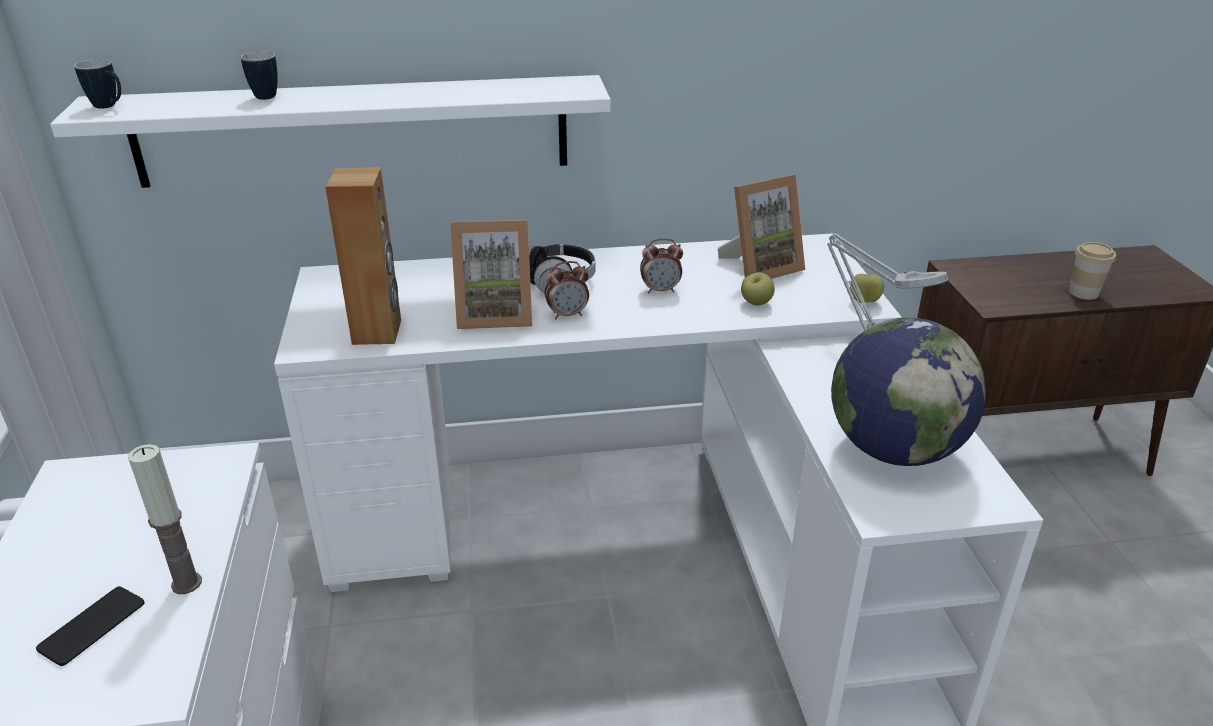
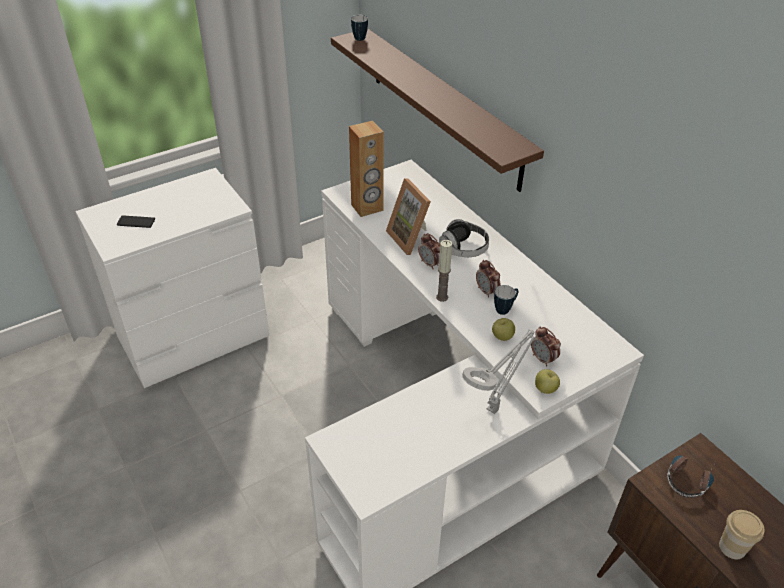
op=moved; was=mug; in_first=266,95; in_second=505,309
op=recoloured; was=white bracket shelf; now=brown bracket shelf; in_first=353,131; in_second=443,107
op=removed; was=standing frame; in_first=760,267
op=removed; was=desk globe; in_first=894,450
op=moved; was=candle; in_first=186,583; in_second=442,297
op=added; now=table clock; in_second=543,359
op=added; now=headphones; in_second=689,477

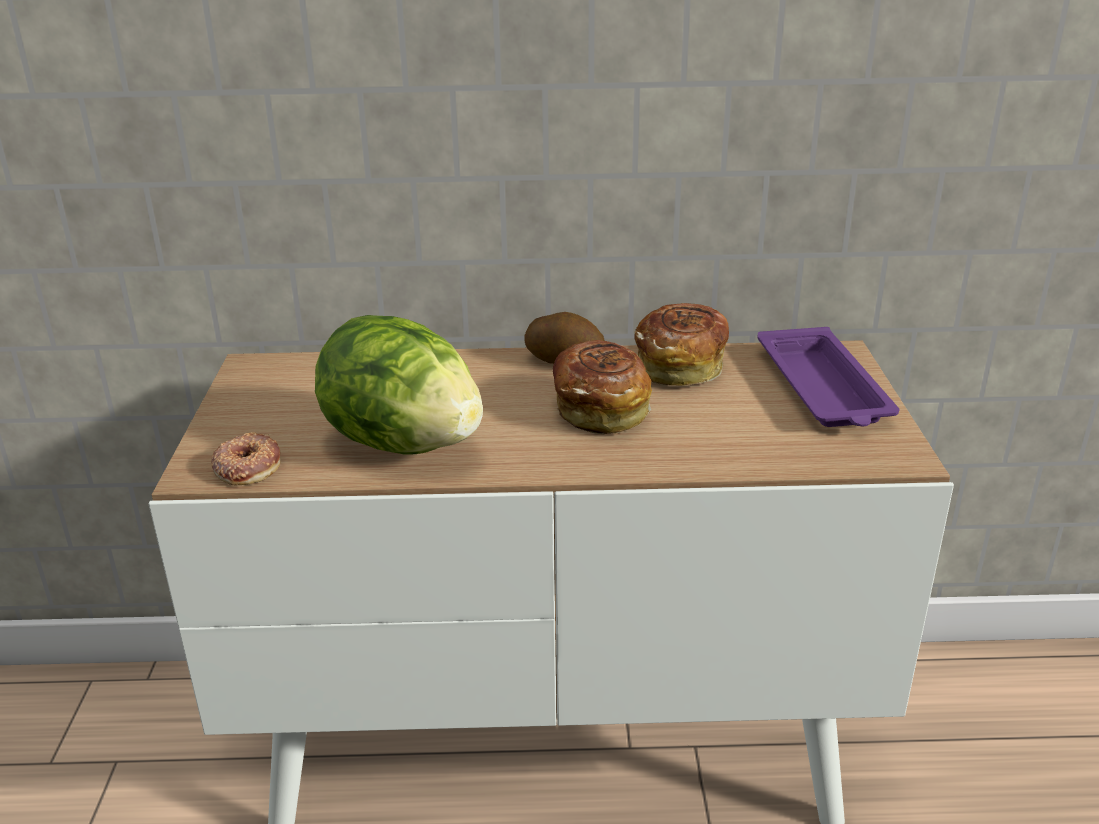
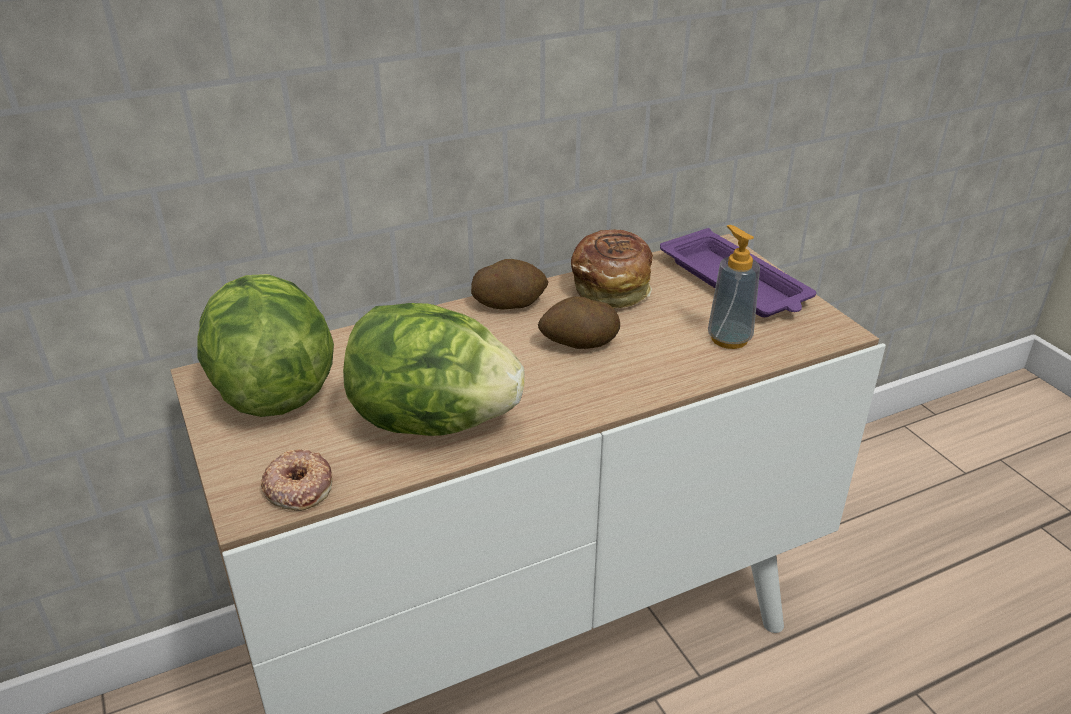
op=replaced; was=baked bread; now=whole potato; in_first=601,409; in_second=579,344
op=added; now=soap dispenser; in_second=729,338
op=added; now=head of lettuce; in_second=272,390

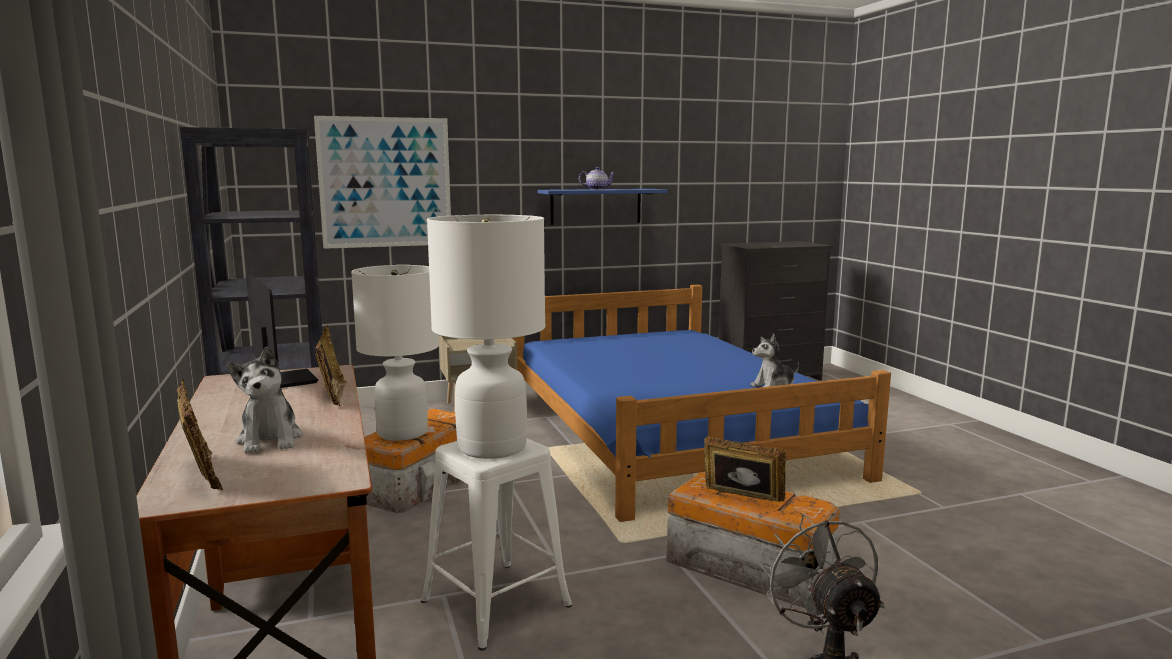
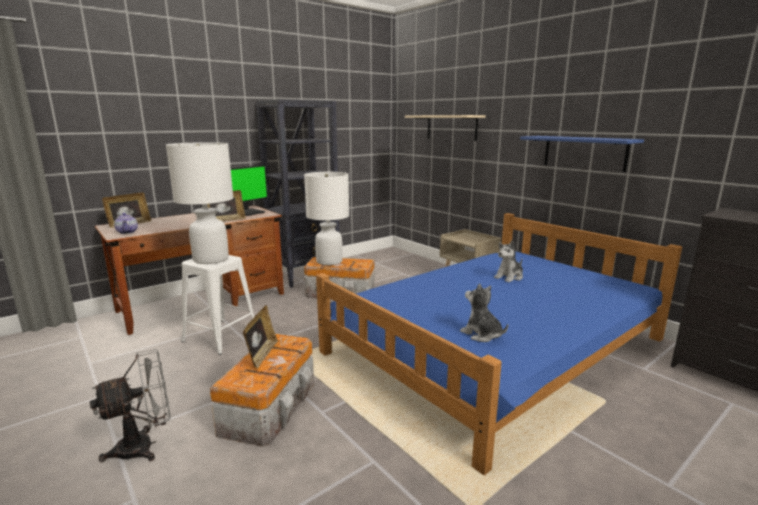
op=replaced; was=wall picture; now=beige bracket shelf; in_first=385,182; in_second=451,127
op=moved; was=pot for tea; in_first=597,189; in_second=128,232
op=moved; was=soft toy; in_first=270,440; in_second=509,277

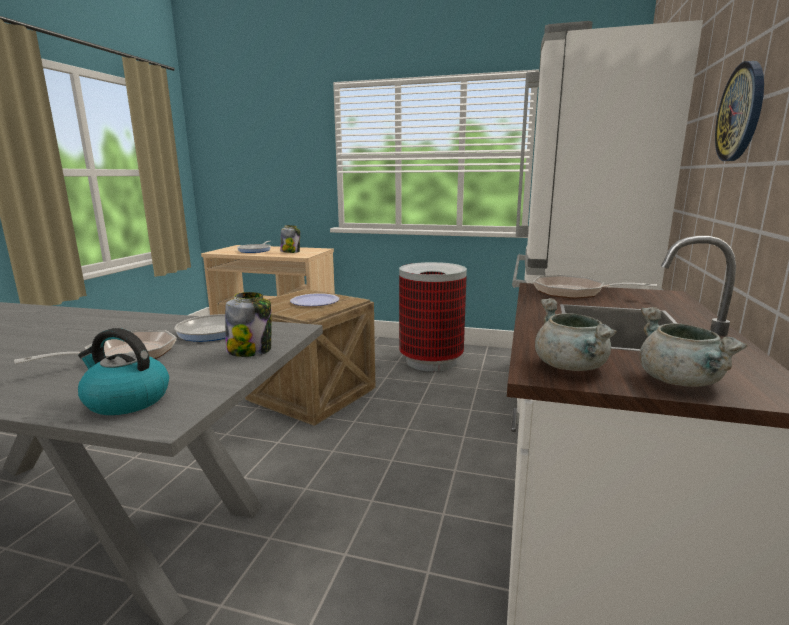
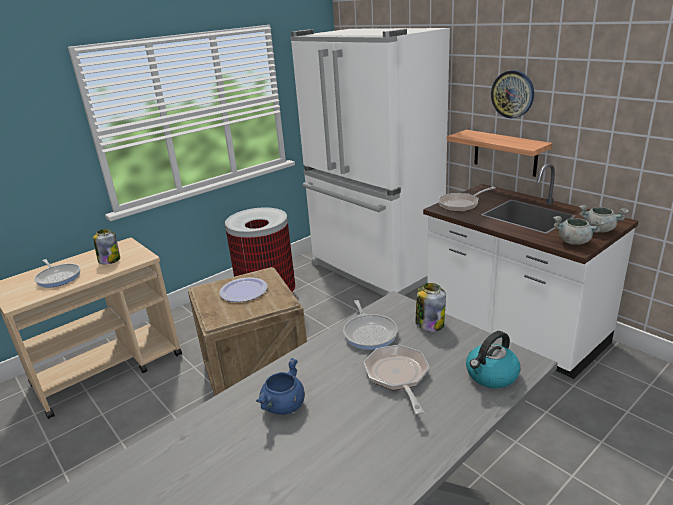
op=added; now=bracket shelf; in_second=505,153
op=added; now=blue-coloured stockpot; in_second=283,406

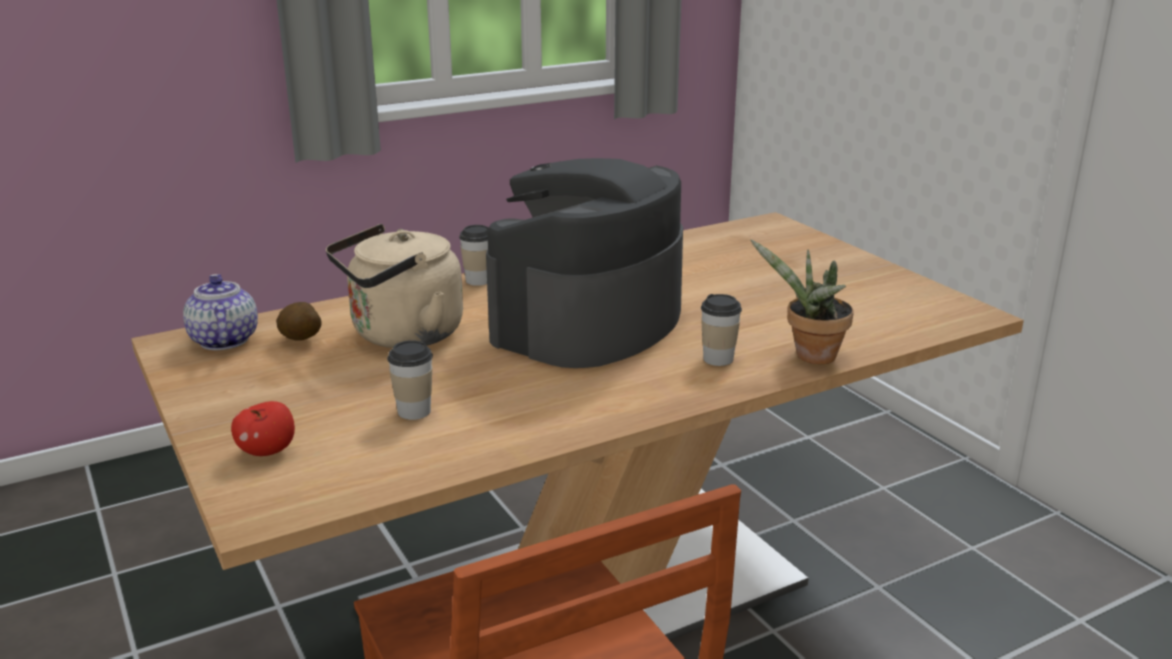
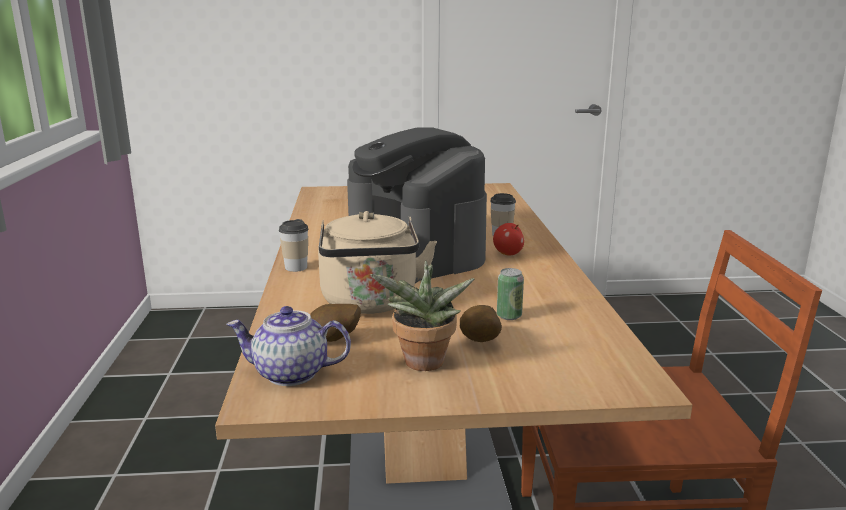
op=moved; was=potted plant; in_first=809,356; in_second=423,365
op=replaced; was=cup; now=can; in_first=414,411; in_second=509,316
op=moved; was=apple; in_first=267,451; in_second=508,254
op=added; now=whole potato; in_second=479,342

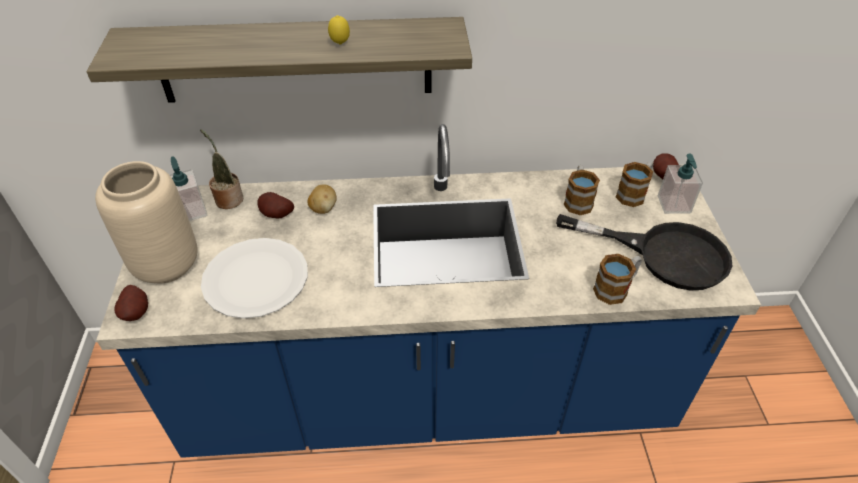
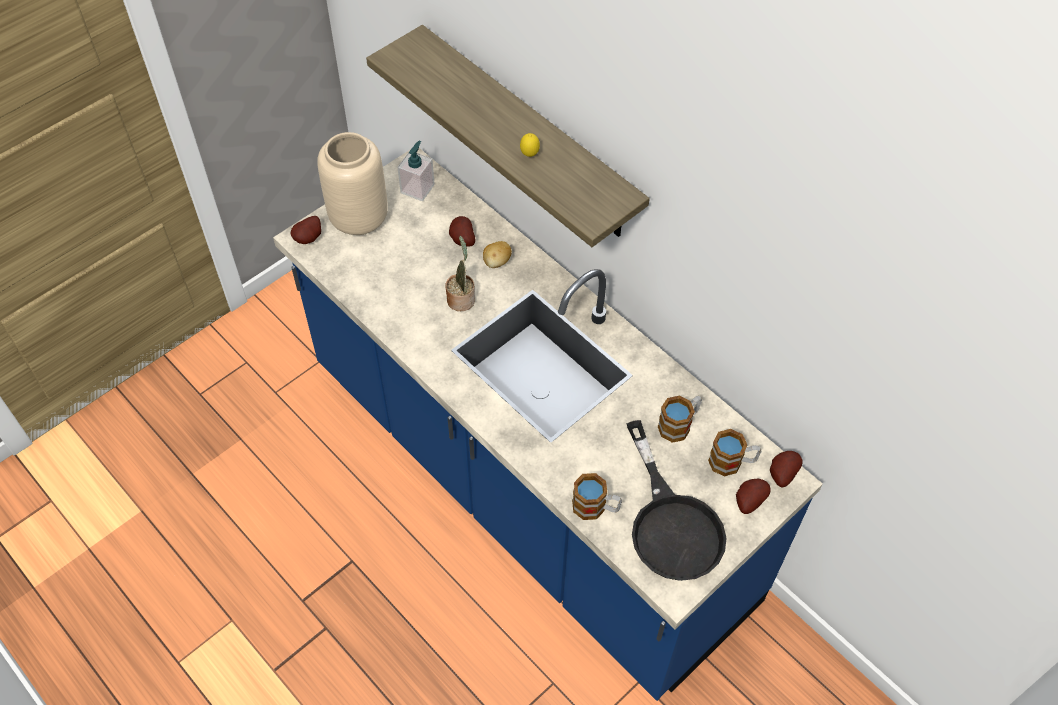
op=moved; was=potted plant; in_first=228,198; in_second=461,298
op=replaced; was=soap dispenser; now=whole potato; in_first=674,204; in_second=748,501
op=removed; was=white plate; in_first=255,279

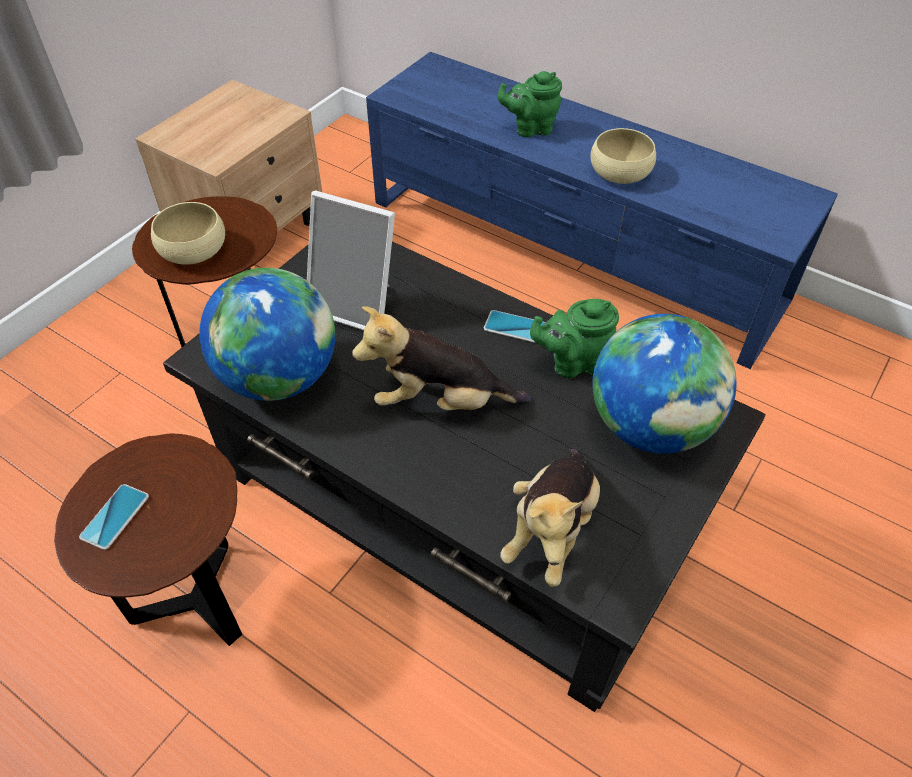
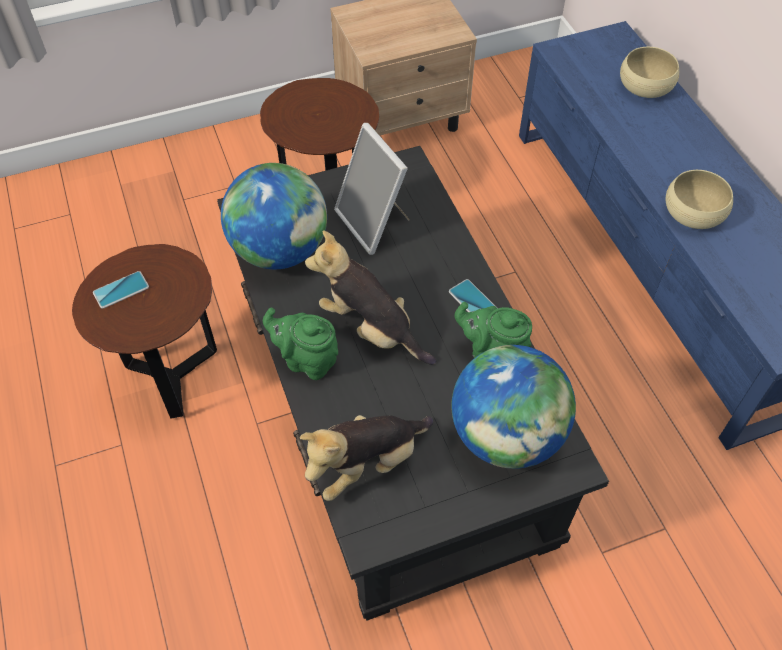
op=moved; was=greenish pot for tea; in_first=530,128; in_second=307,360
op=moved; was=beige serving bowl; in_first=193,250; in_second=645,86

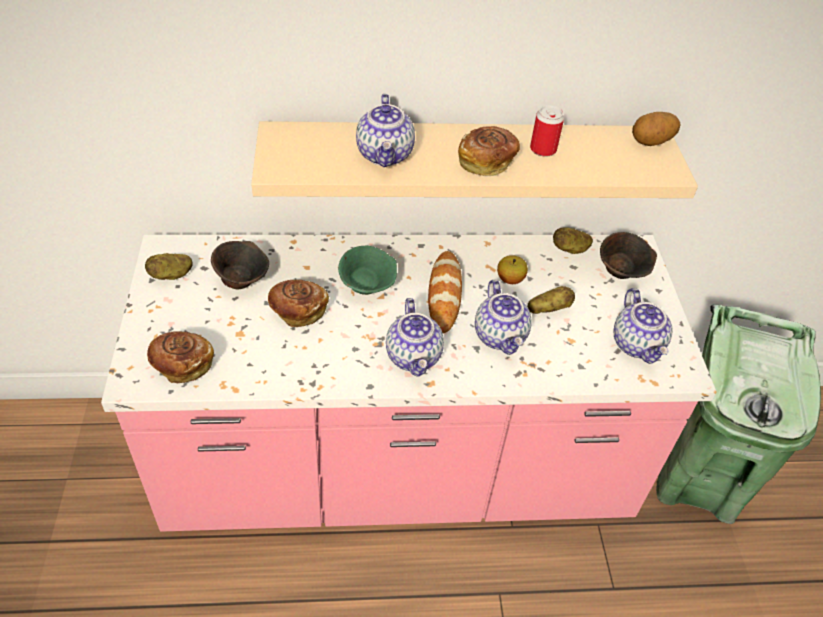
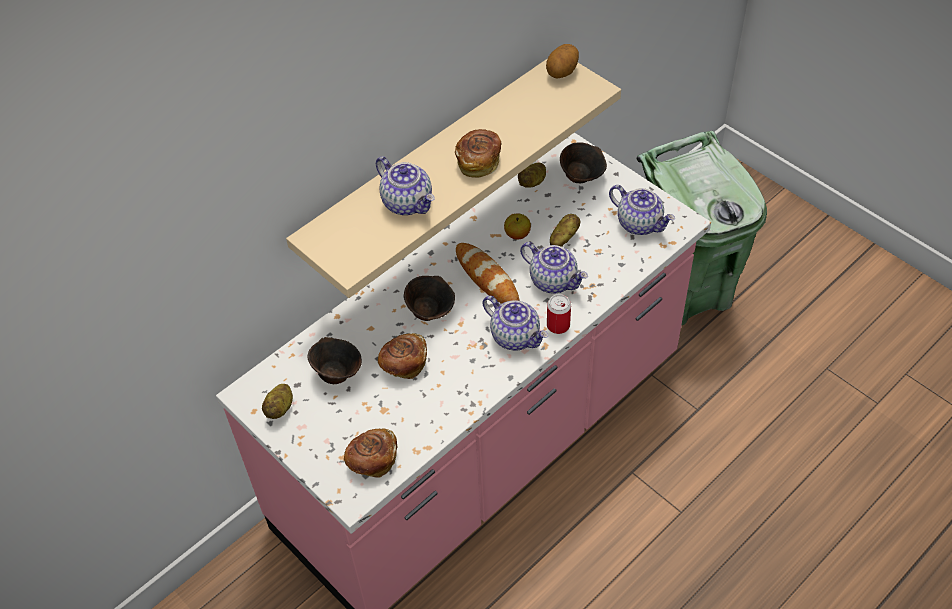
op=moved; was=can; in_first=543,149; in_second=558,325
op=recoloured; was=greenish serving bowl; now=brown serving bowl; in_first=367,287; in_second=430,311

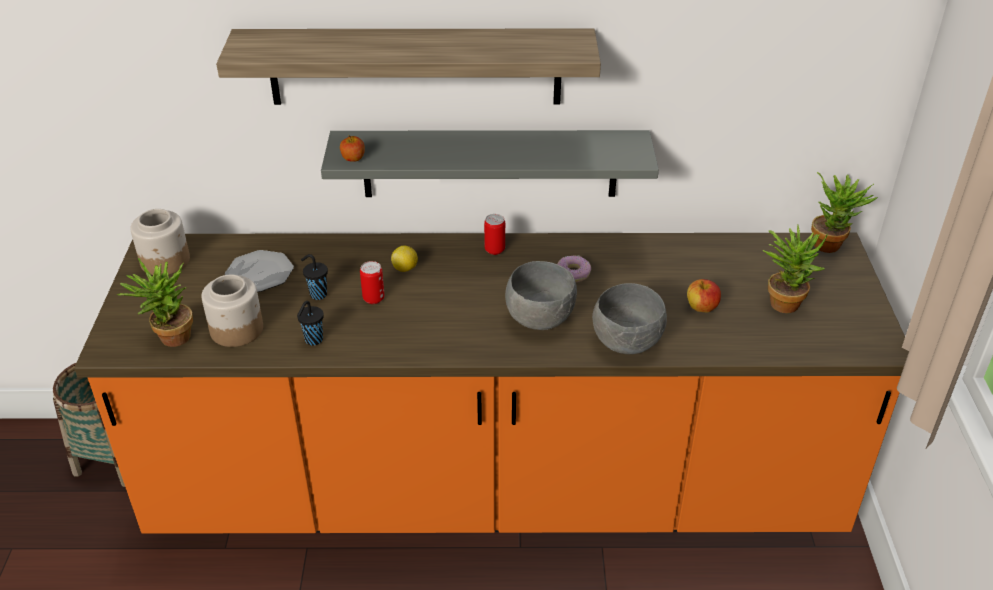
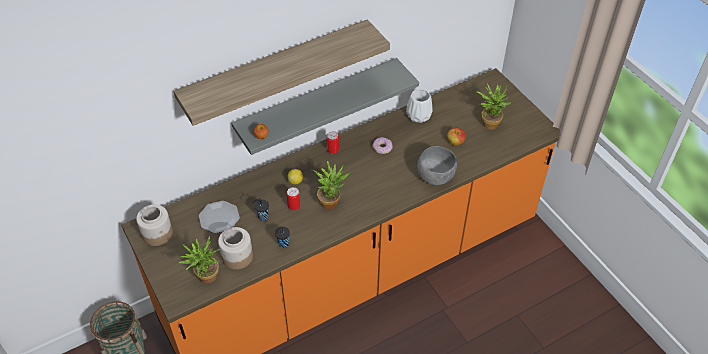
op=moved; was=potted plant; in_first=831,244; in_second=331,201
op=removed; was=grey serving bowl; in_first=541,318
op=added; now=white flower vase; in_second=418,115

